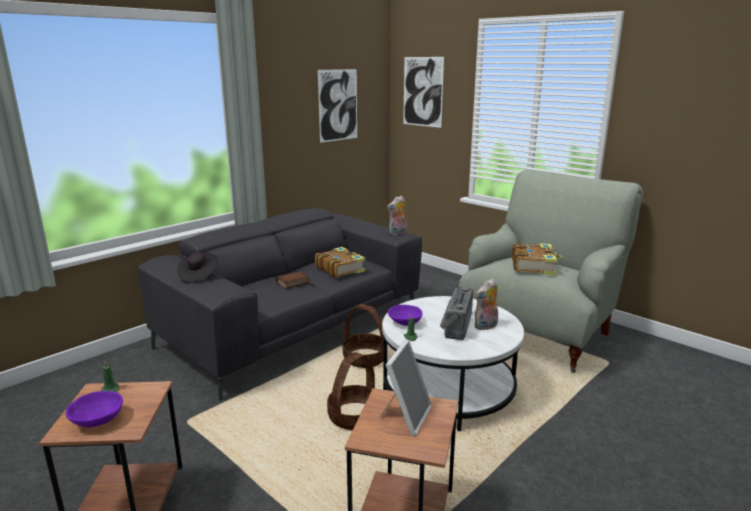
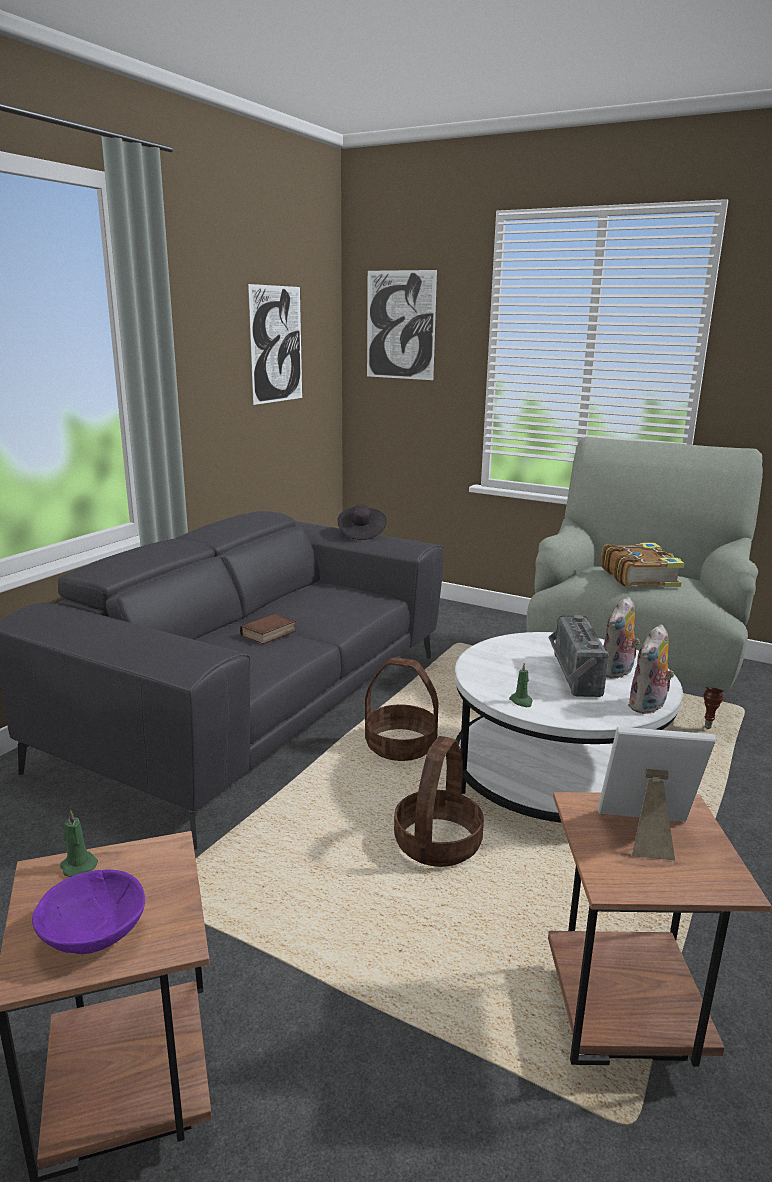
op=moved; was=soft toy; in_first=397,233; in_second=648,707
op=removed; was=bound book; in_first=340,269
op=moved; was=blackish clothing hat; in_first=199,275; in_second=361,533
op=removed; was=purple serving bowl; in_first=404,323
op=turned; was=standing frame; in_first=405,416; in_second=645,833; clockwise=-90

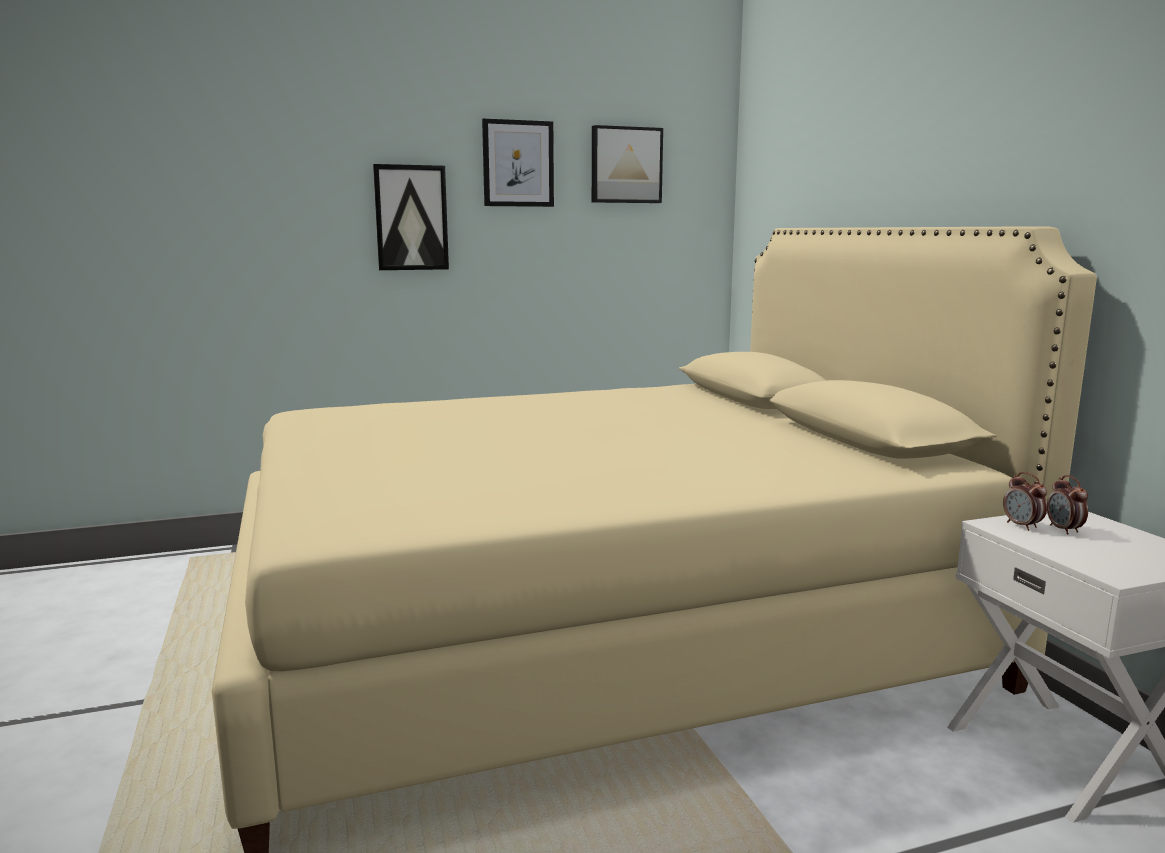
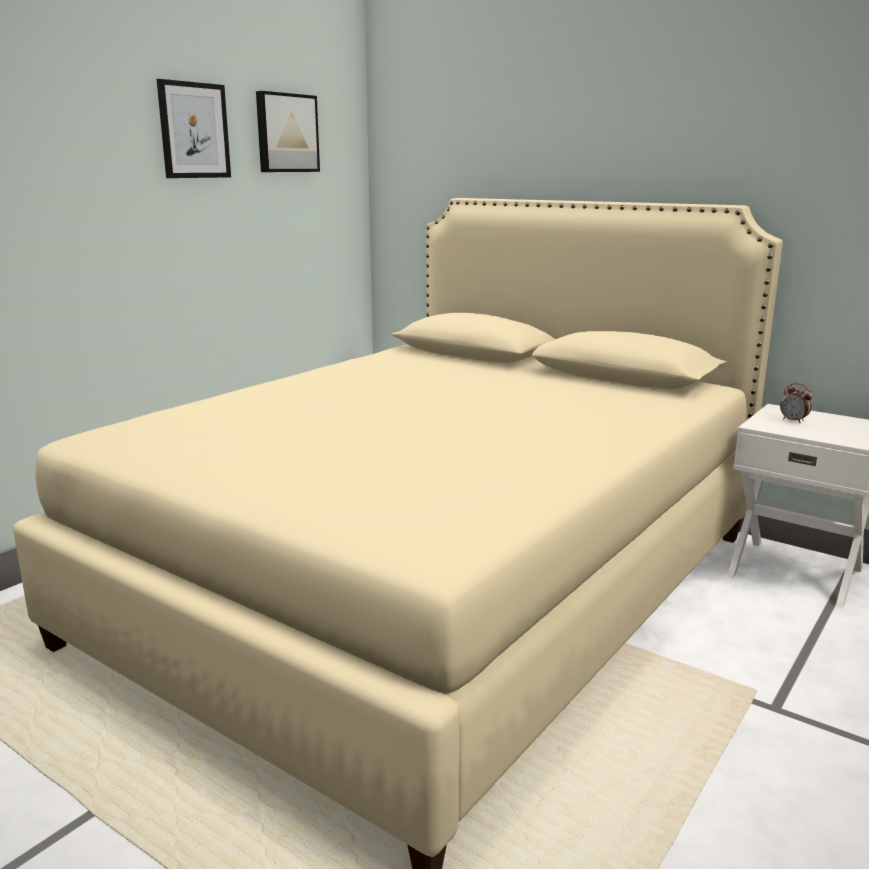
op=removed; was=wall picture; in_first=411,218
op=removed; was=table clock; in_first=1022,526

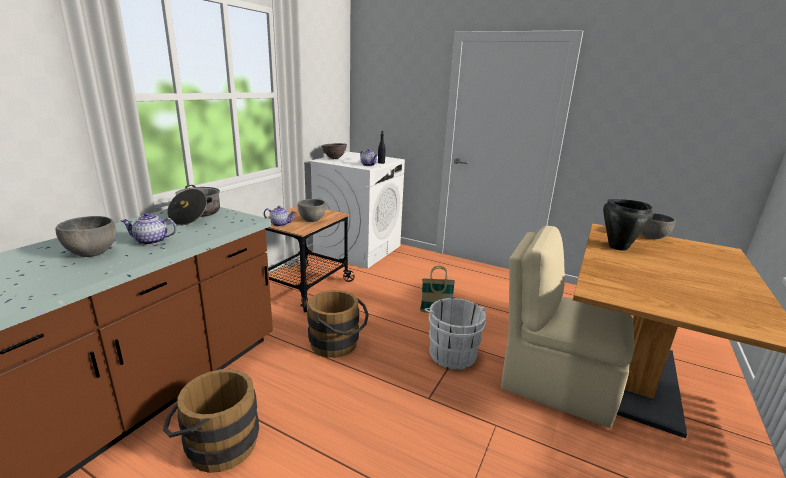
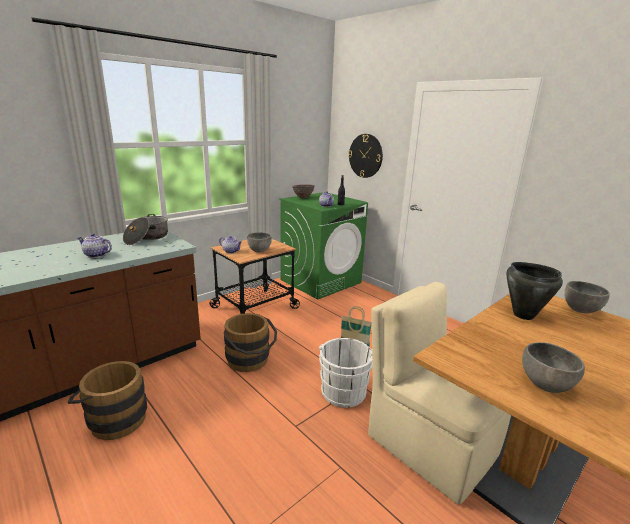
op=recoloured; was=white laundry machine; now=greenish laundry machine; in_first=358,249; in_second=321,281
op=moved; was=grey serving bowl; in_first=92,253; in_second=546,385
op=added; now=wall clock; in_second=365,156

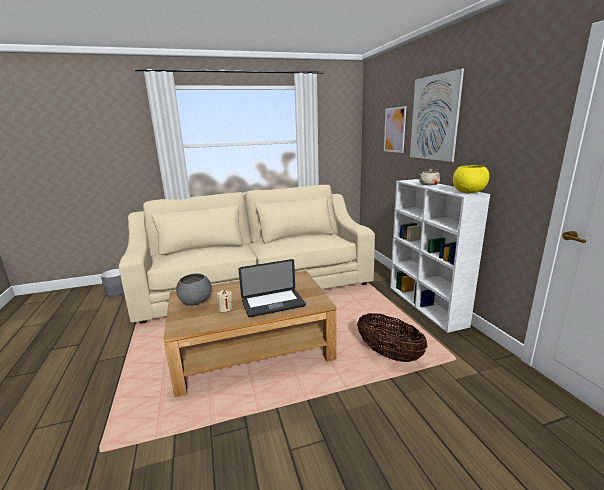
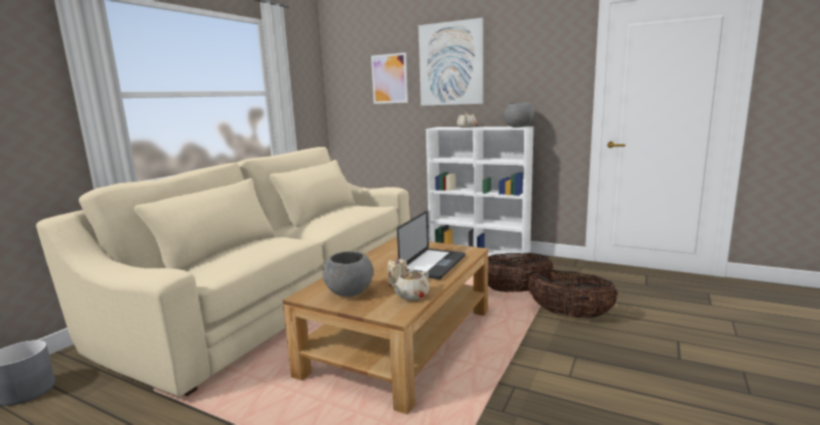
op=recoloured; was=yellow serving bowl; now=grey serving bowl; in_first=468,193; in_second=518,127
op=added; now=beige pot for tea; in_second=411,296
op=added; now=storage basket; in_second=570,315

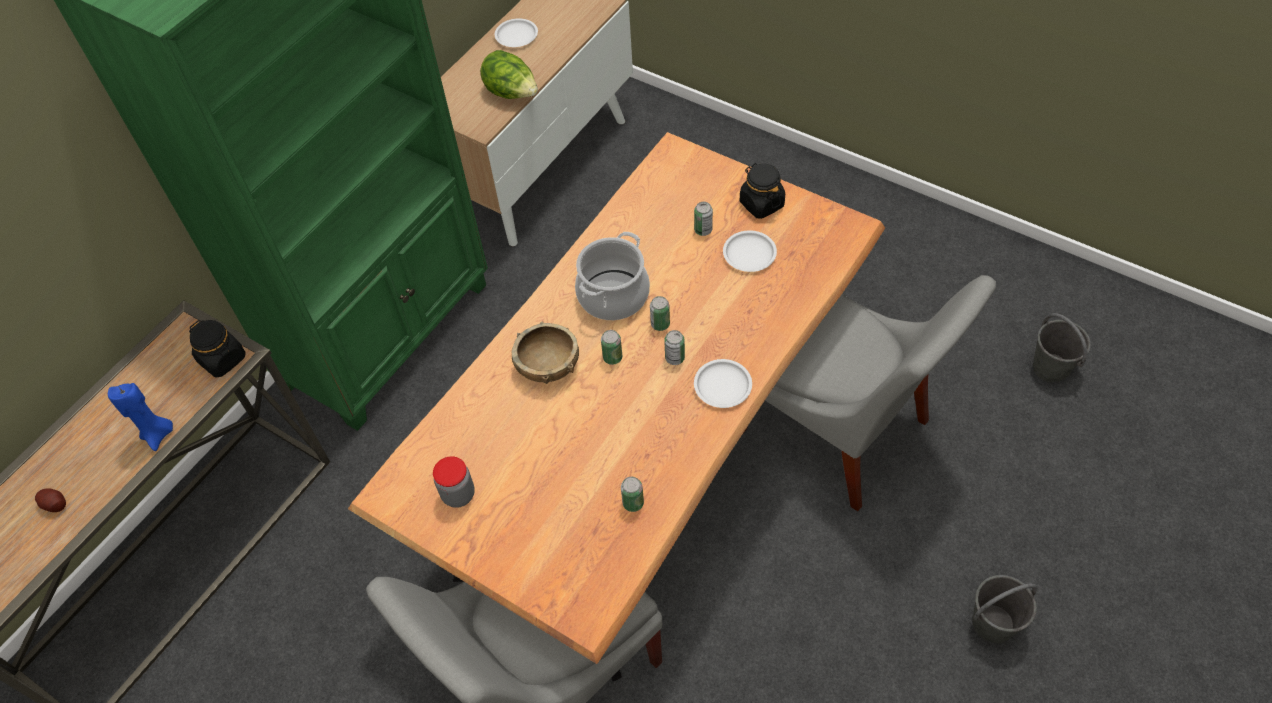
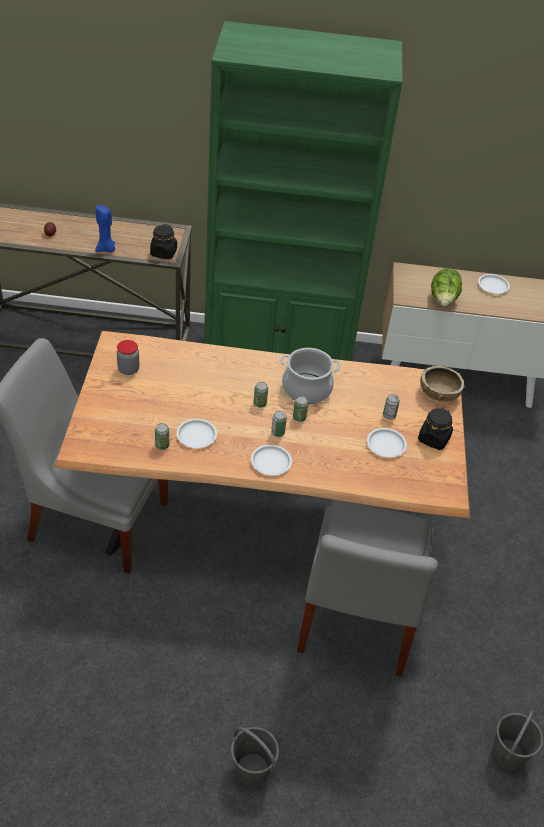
op=moved; was=brown serving bowl; in_first=548,365; in_second=438,394
op=added; now=white plate; in_second=196,436

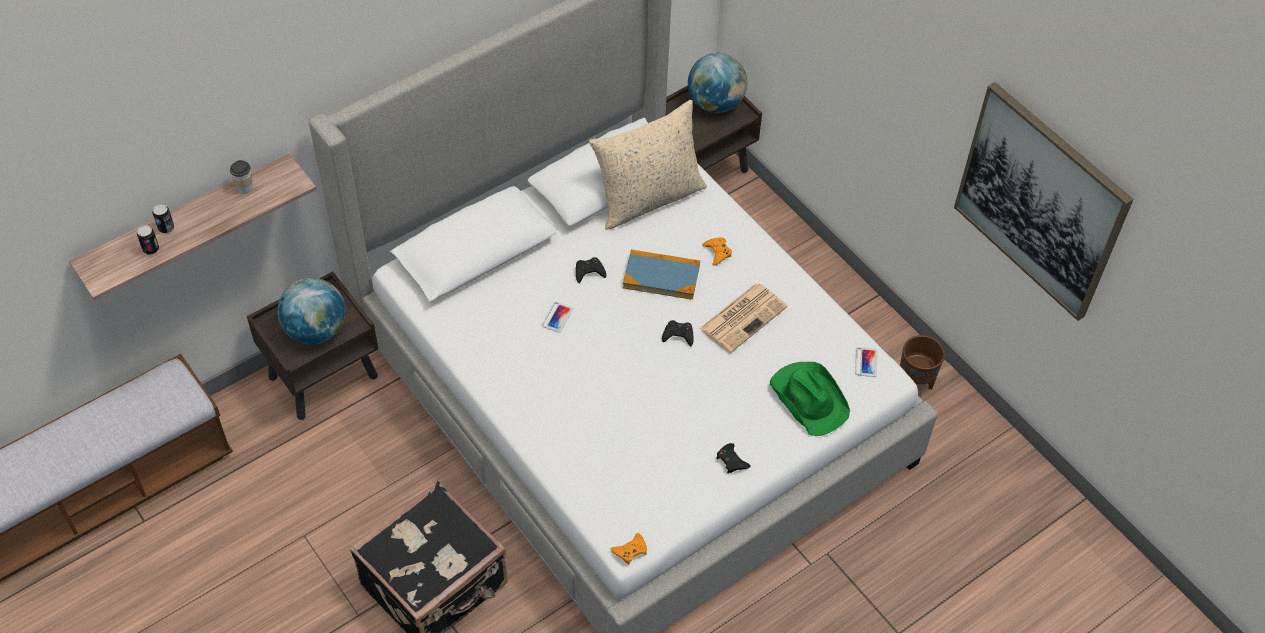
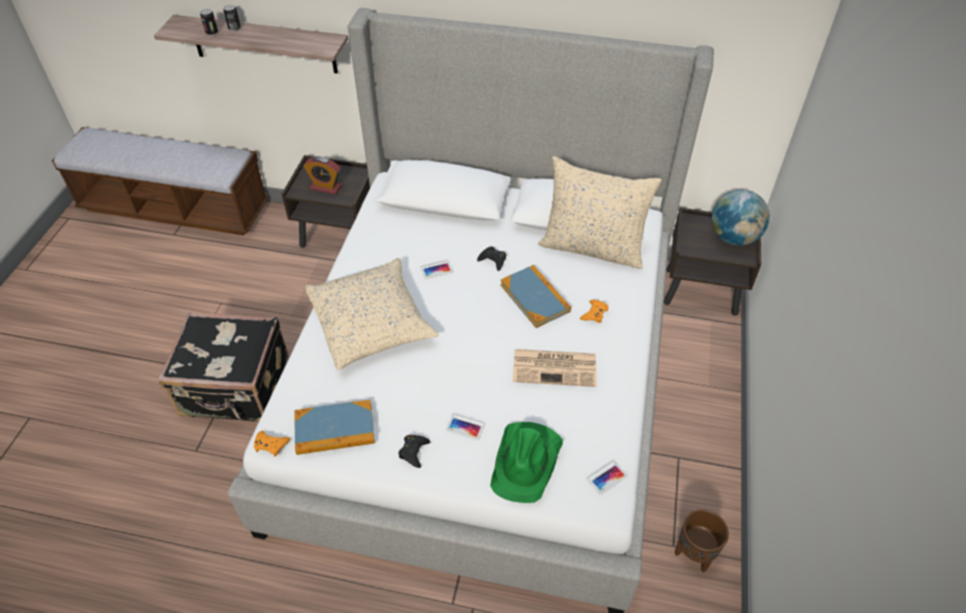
op=removed; was=wall picture; in_first=1040,201
op=removed; was=cup; in_first=245,187
op=replaced; was=desk globe; now=table clock; in_first=316,330; in_second=325,187
op=removed; was=blackish gamepad; in_first=678,335
op=added; now=beige throw pillow; in_second=371,323
op=added; now=bound book; in_second=335,430
op=added; now=phone; in_second=465,426

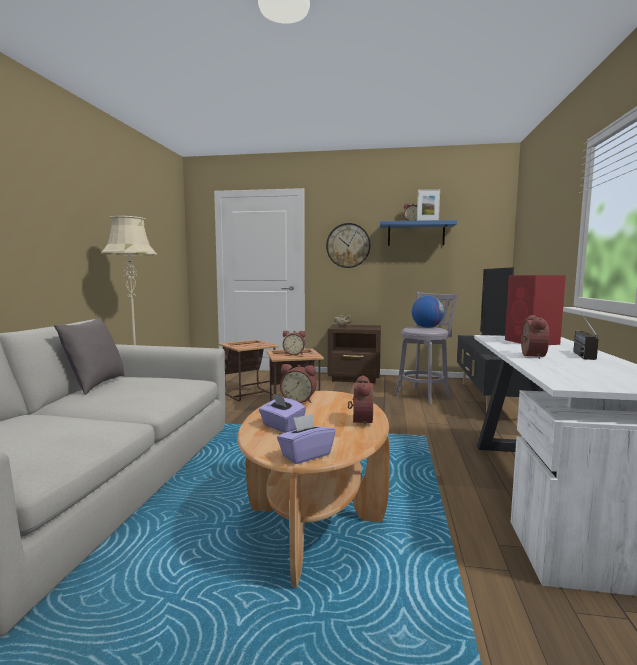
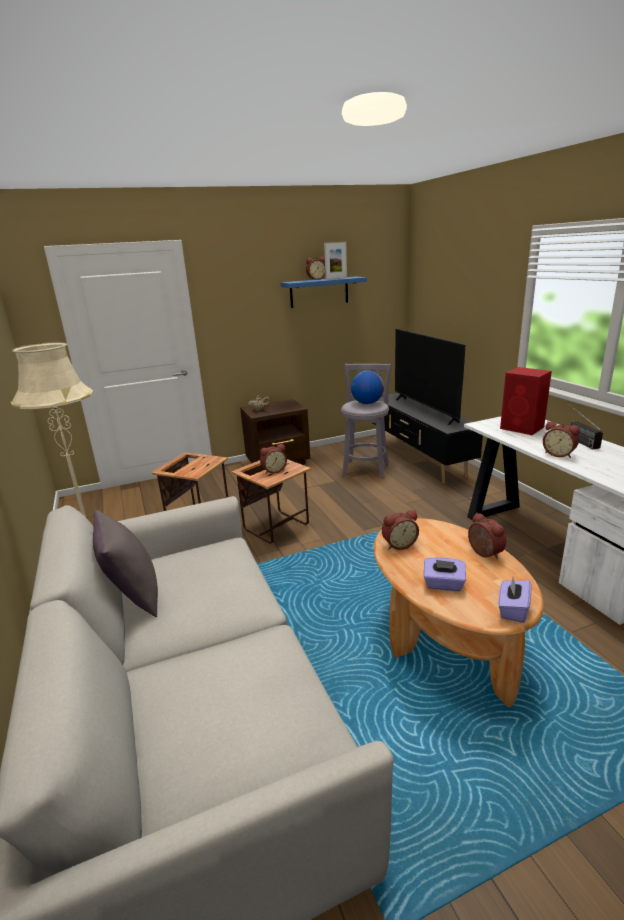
op=removed; was=wall clock; in_first=348,245
op=turned; was=table clock; in_first=530,356; in_second=559,454; clockwise=150

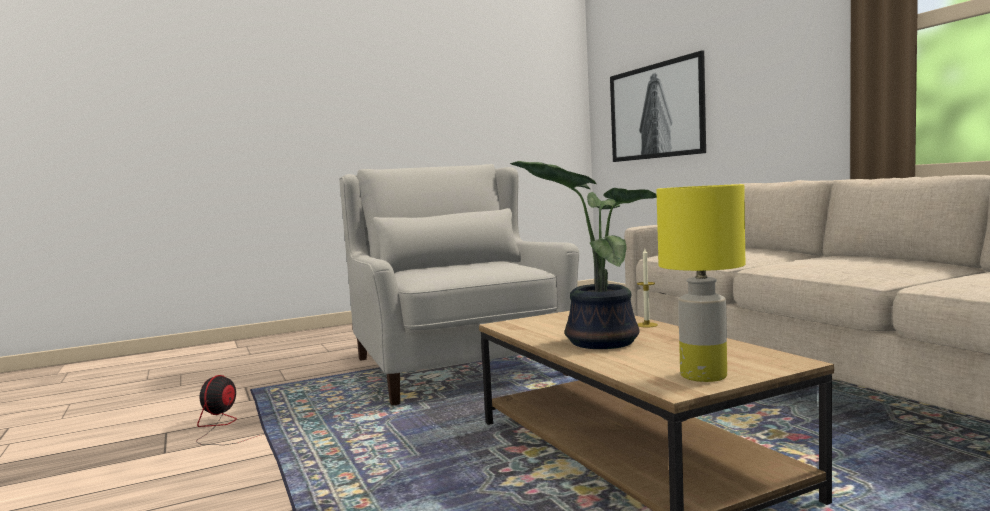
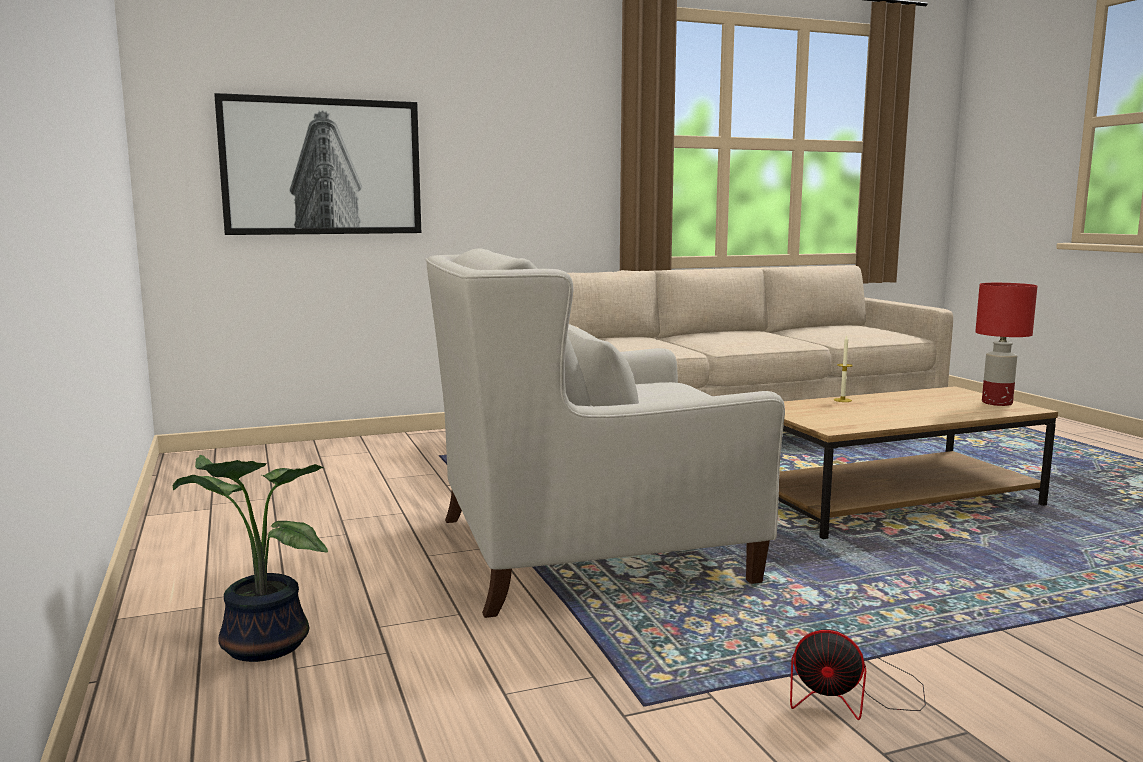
op=moved; was=potted plant; in_first=598,341; in_second=259,646
op=recoloured; was=yellow tabletop lamp; now=reddish tabletop lamp; in_first=704,376; in_second=997,403

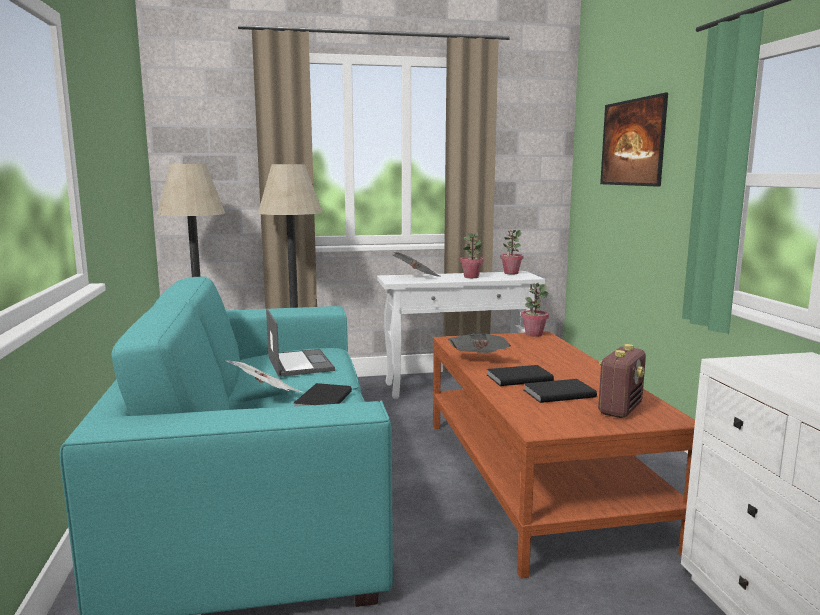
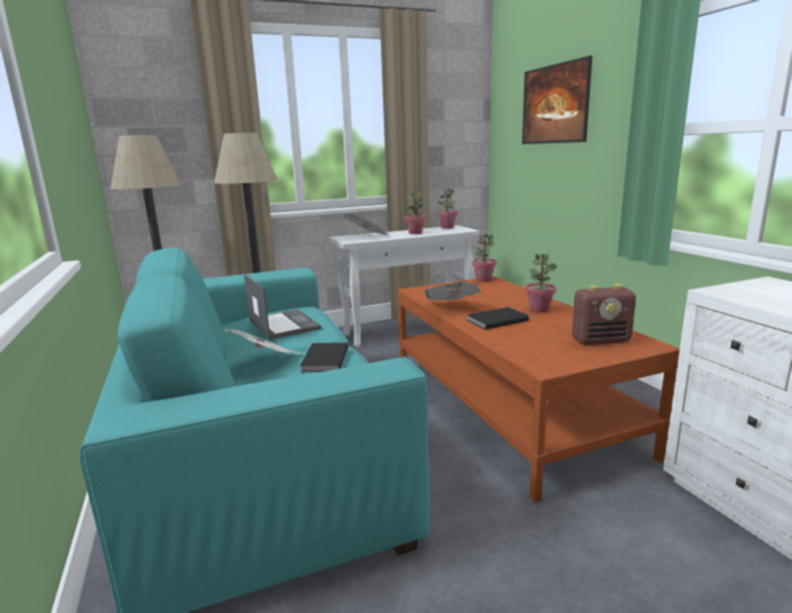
op=turned; was=radio set; in_first=620,409; in_second=601,340; clockwise=60
op=removed; was=blackish bound book; in_first=557,393
op=added; now=potted plant; in_second=539,309

